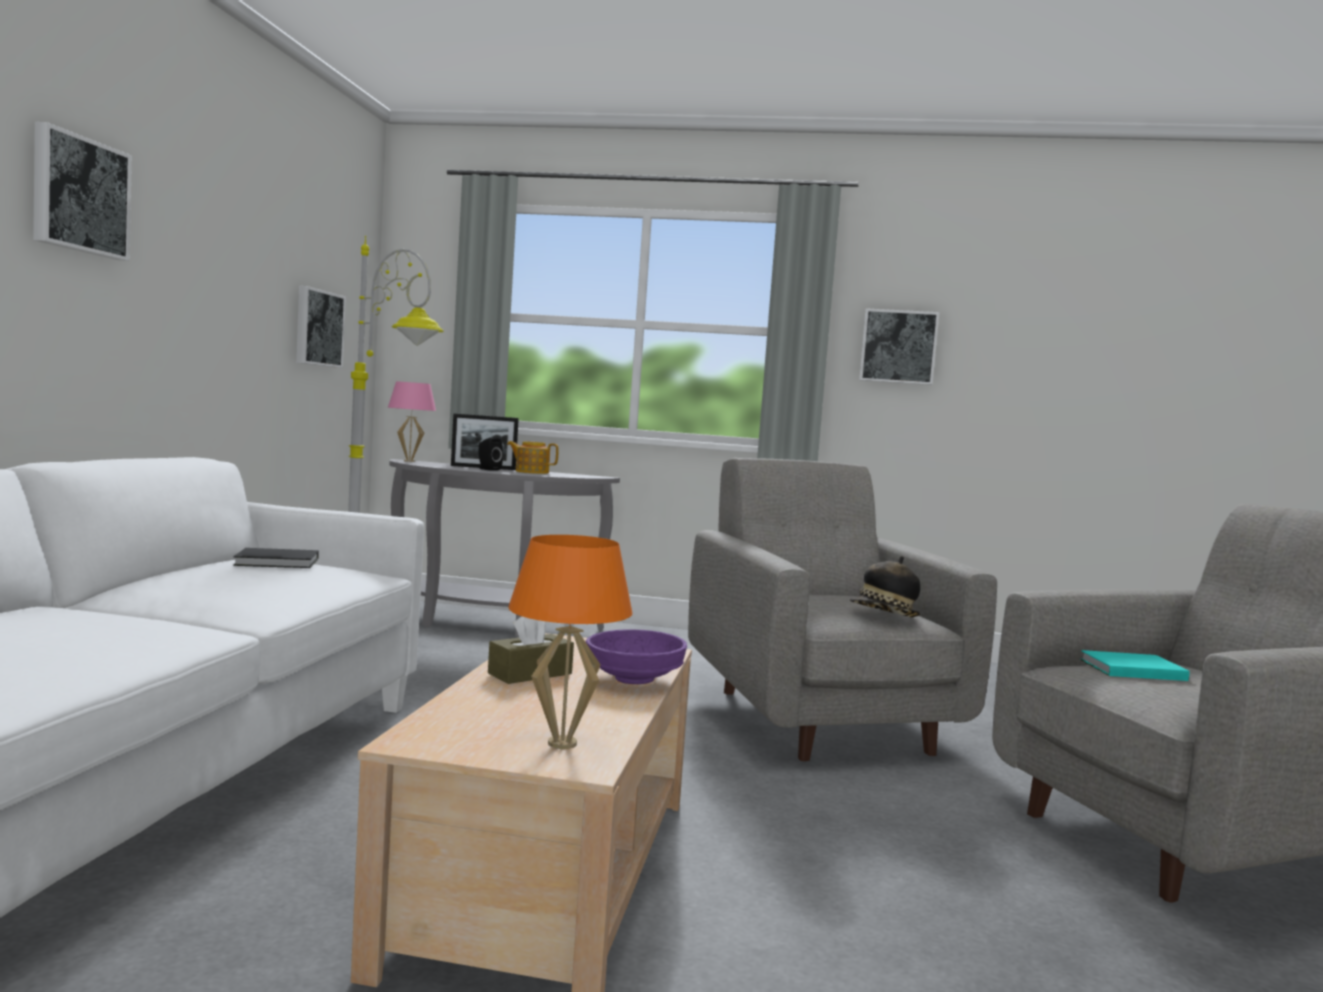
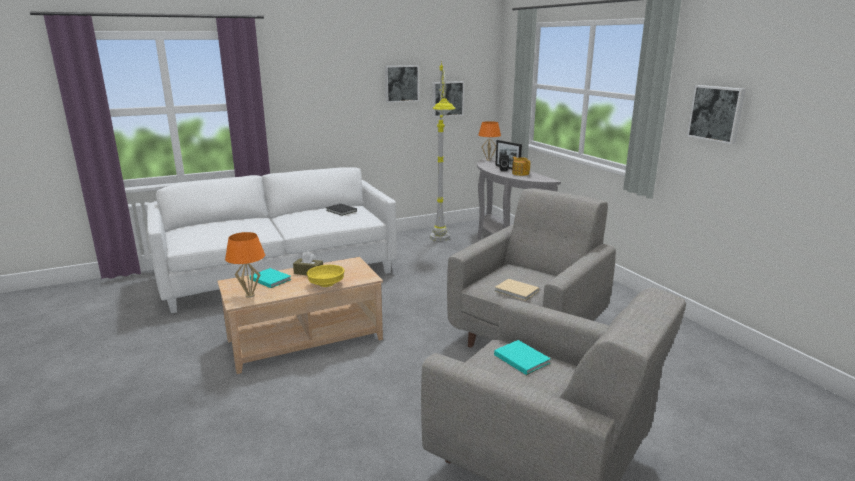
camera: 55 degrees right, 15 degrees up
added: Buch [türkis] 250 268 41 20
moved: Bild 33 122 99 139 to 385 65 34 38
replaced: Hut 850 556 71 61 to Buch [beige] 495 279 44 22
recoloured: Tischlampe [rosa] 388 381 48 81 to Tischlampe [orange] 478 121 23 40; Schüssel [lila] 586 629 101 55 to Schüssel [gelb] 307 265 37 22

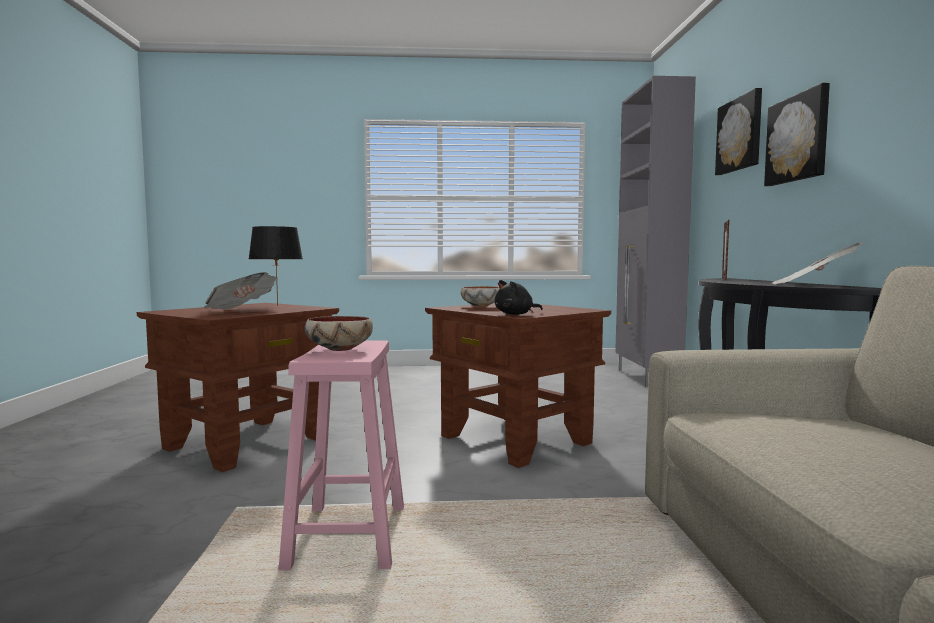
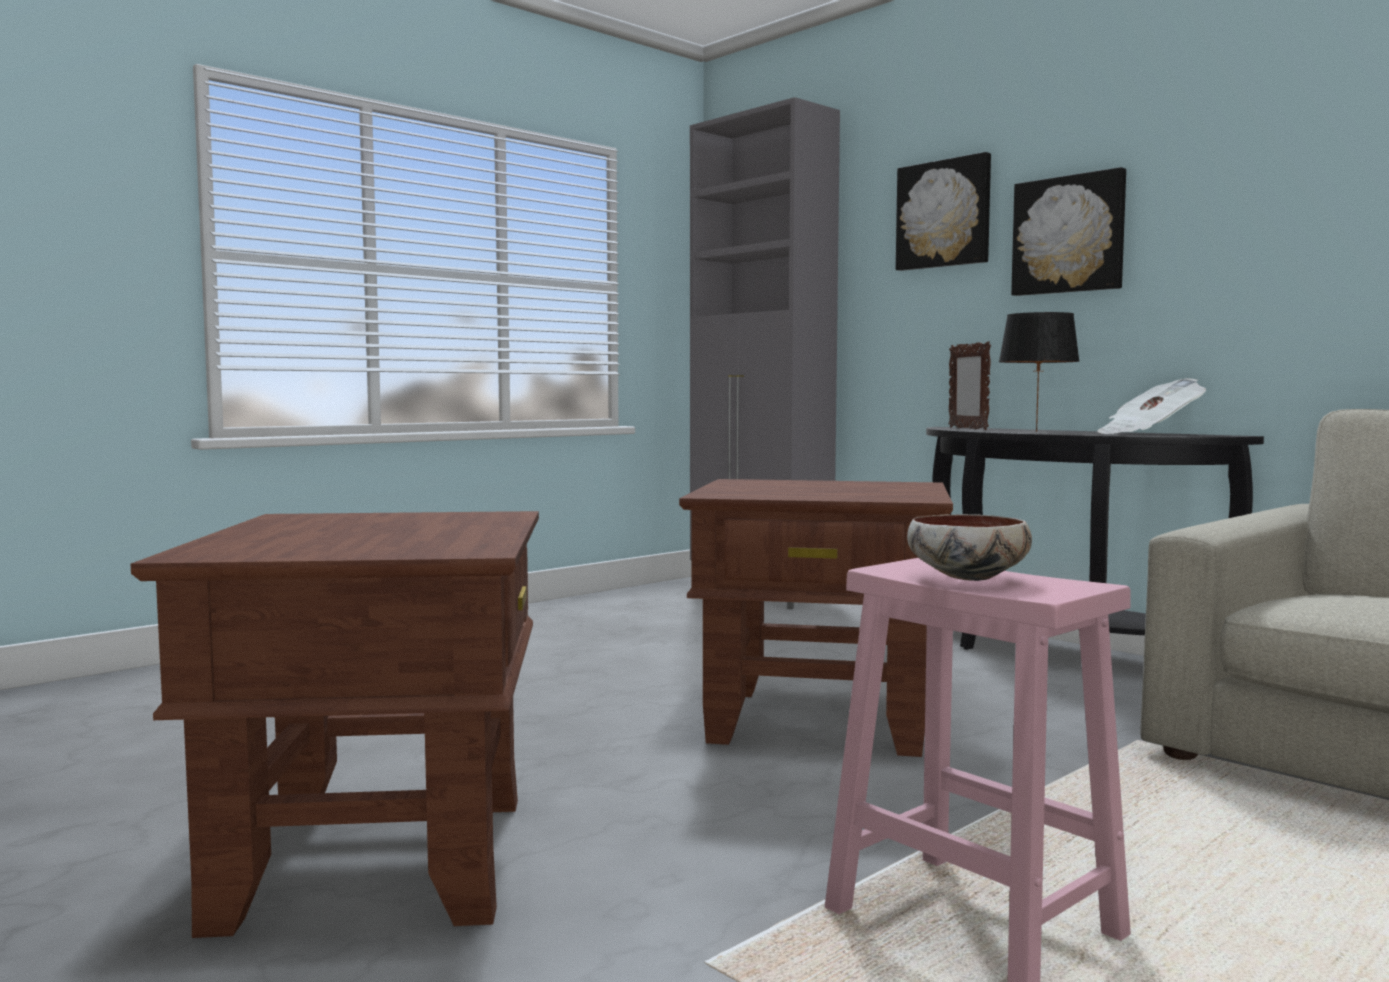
camera: 40 degrees left, 0 degrees up
removed: Zeitung 203 272 73 38; Plüschtier [schwarz] 494 280 49 35; Schüssel 461 286 39 21
moved: Tischlampe [schwarz] 249 226 54 80 to 999 312 81 120

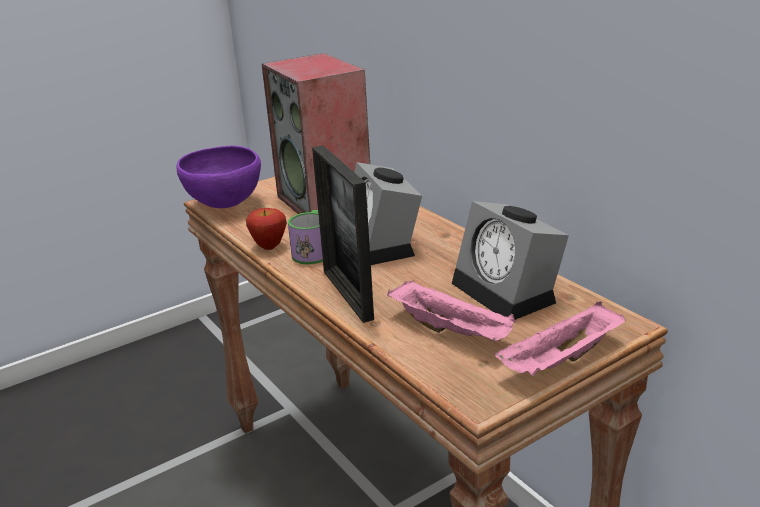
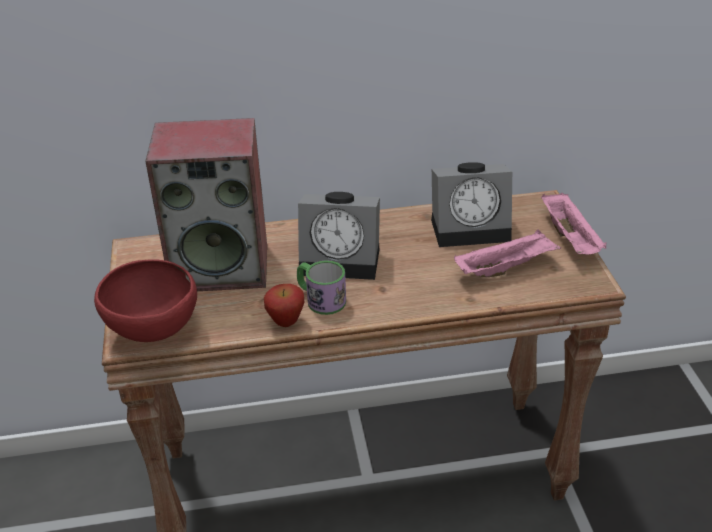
camera: 65 degrees left, 10 degrees up
removed: Bilderrahmen 312 145 62 178
recoloured: Schüssel [lila] 176 146 85 62 to Schüssel [rot] 94 259 103 83

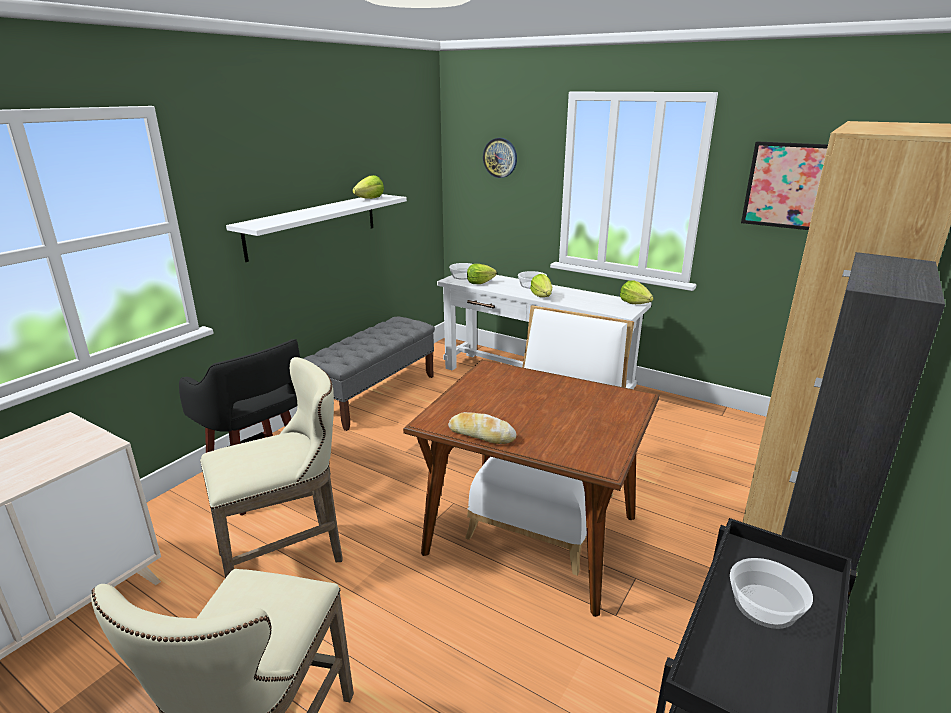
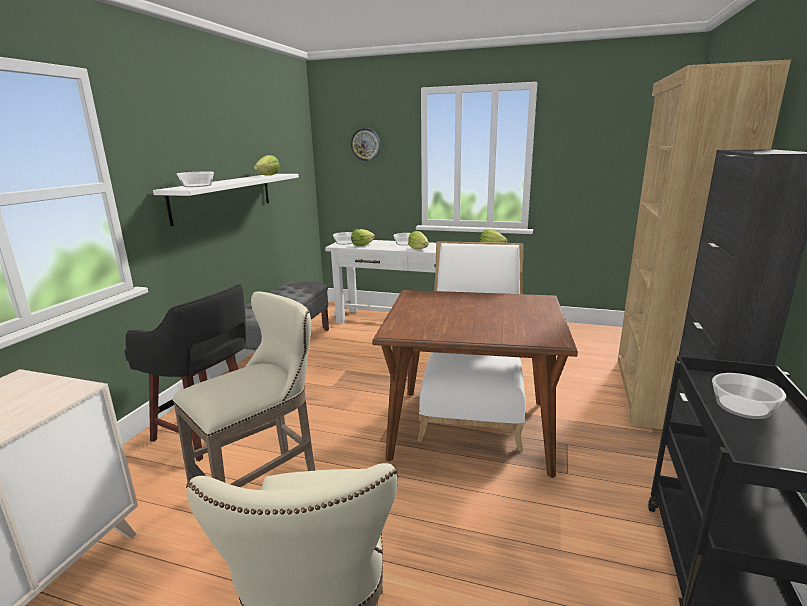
camera: 15 degrees left, 5 degrees down
removed: Bild 741 141 87 89; Brot 448 412 69 32
added: Schüssel 177 171 37 16

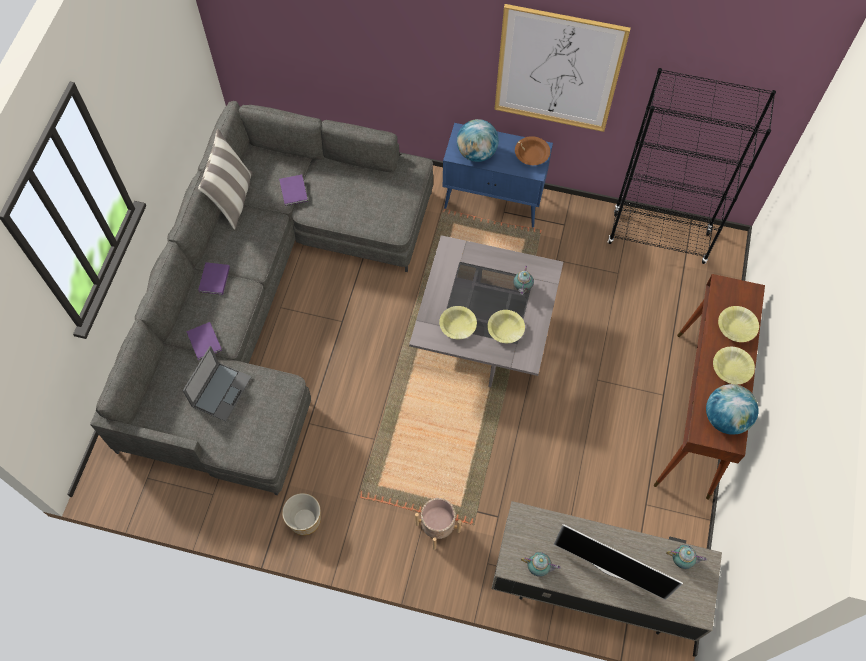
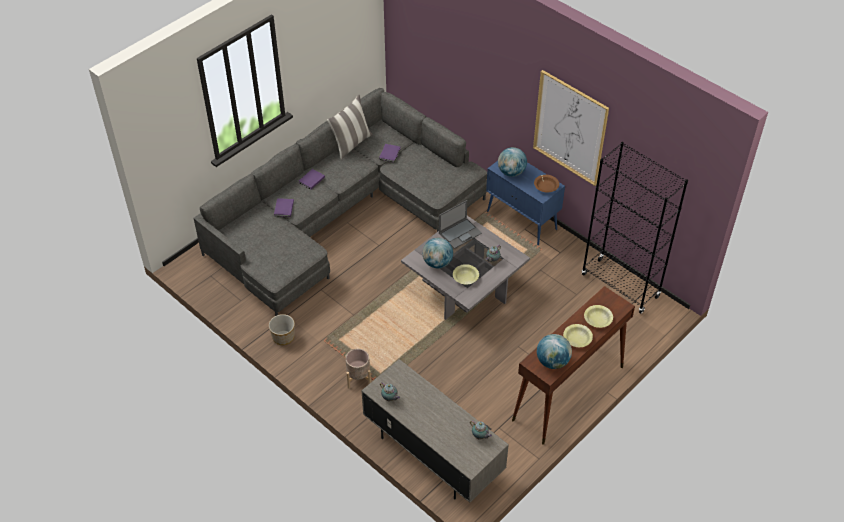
camera: 30 degrees right, 15 degrees down
removed: Fernseher 554 524 129 76
moved: Laptop 183 346 68 75 to 439 200 43 49
replaced: Schüssel [gelb] 439 306 38 33 to Globus 423 238 30 30

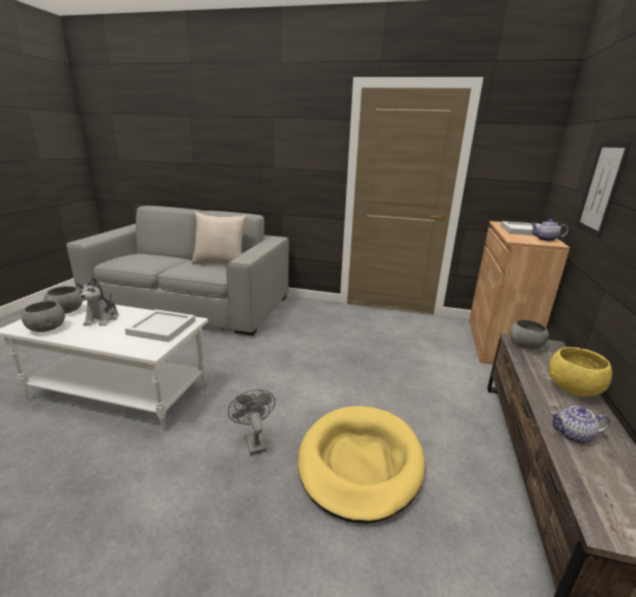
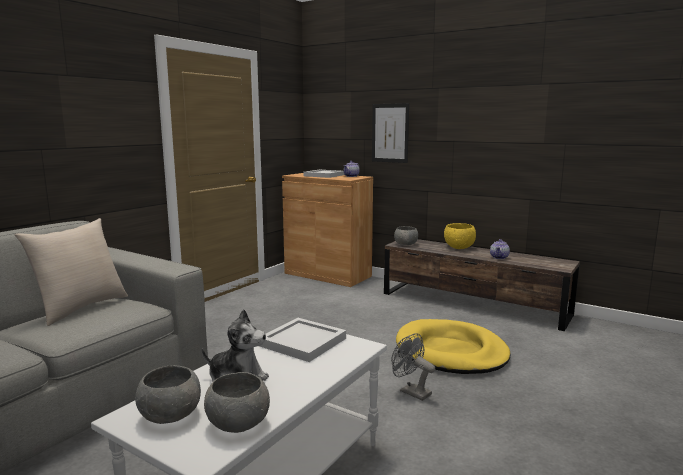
camera: 70 degrees left, 10 degrees down
turned: Ventilator [grau] 228 389 47 66 = 391 333 44 68 45 degrees clockwise

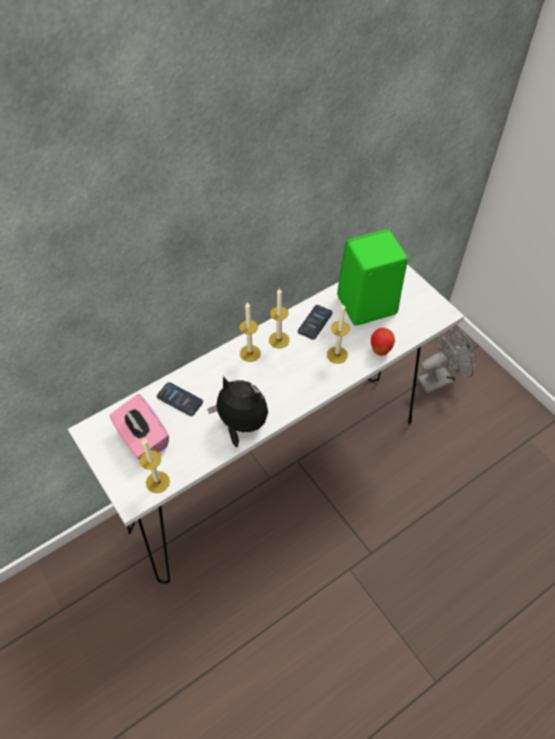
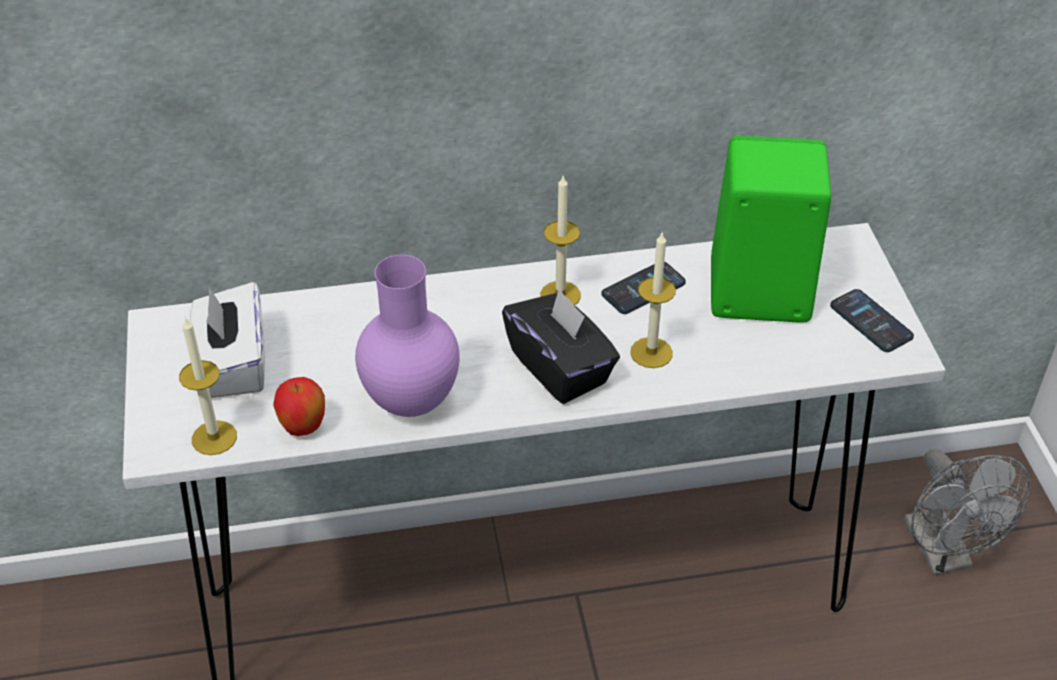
camera: 25 degrees right, 10 degrees down
removed: Kerze 239 302 22 60
added: Taschentuchbox [schwarz] 502 287 118 117
moved: Apfel 371 328 24 28 to 273 377 52 59; Handy 157 382 46 34 to 830 289 84 63
replaced: Plüschtier 207 376 61 71 to Vase [lila] 355 255 105 162
recoloured: Taschentuchbox [rosa] 110 394 59 66 to Taschentuchbox [weiß] 189 282 76 116
turned: Ventilator [grau] 417 327 59 67 = 904 448 127 128 75 degrees clockwise

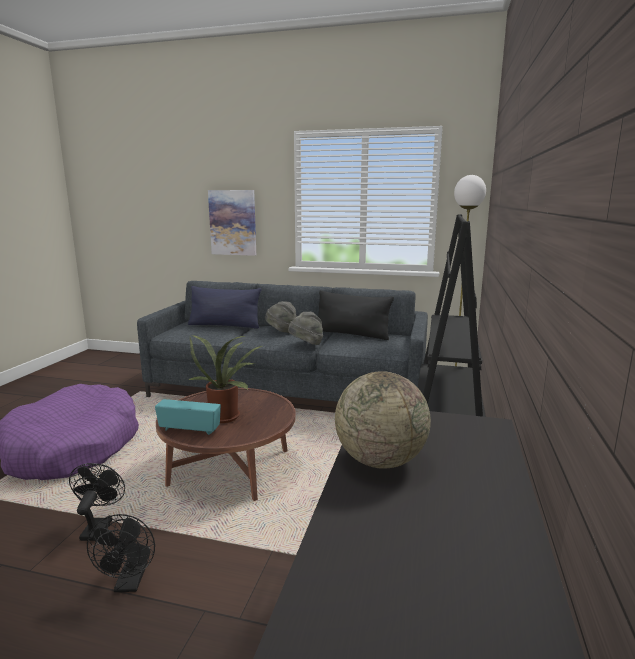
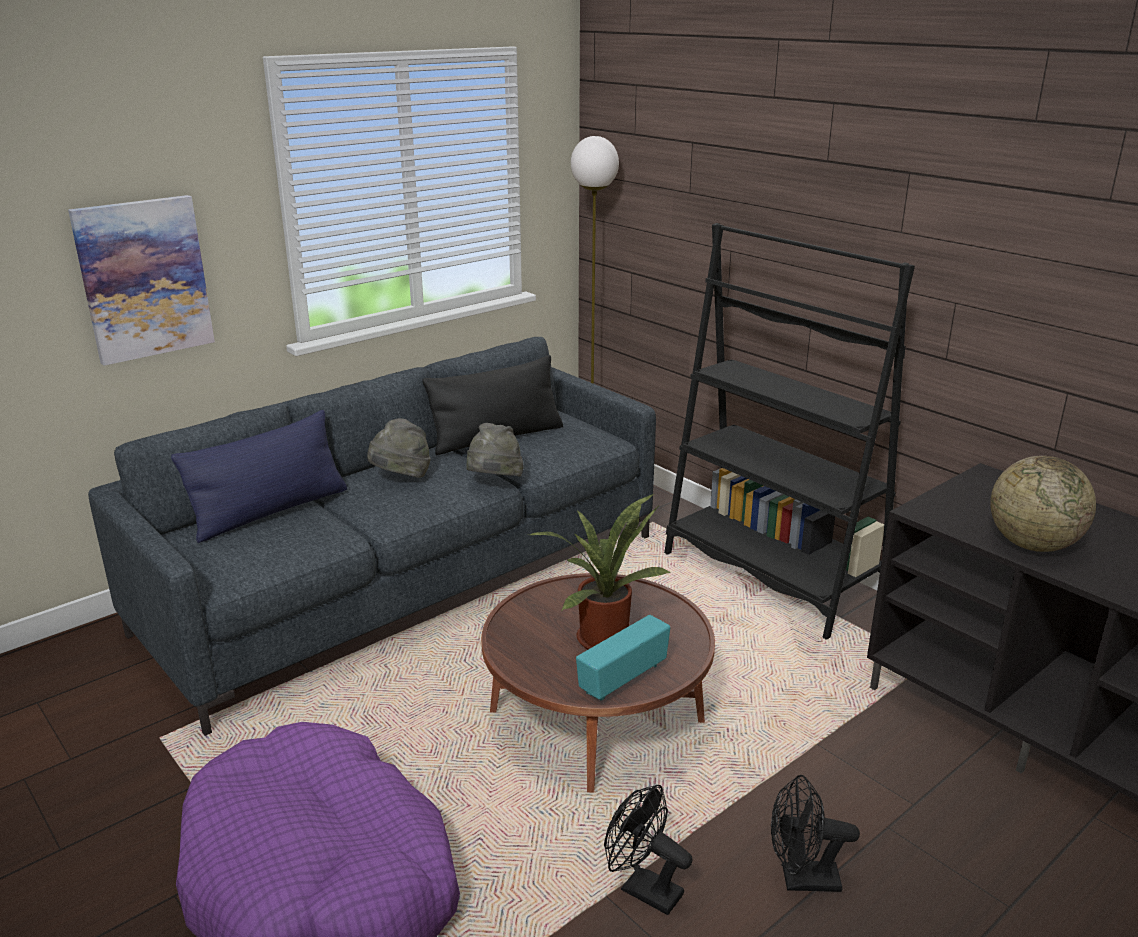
camera: 55 degrees left, 10 degrees up
turned: Ventilator [schwarz] 87 514 68 78 = 771 775 89 117 150 degrees clockwise

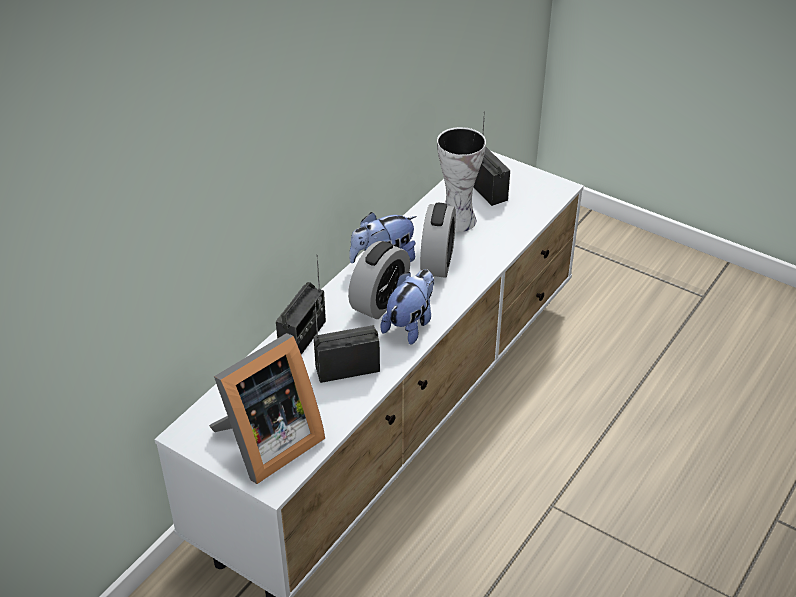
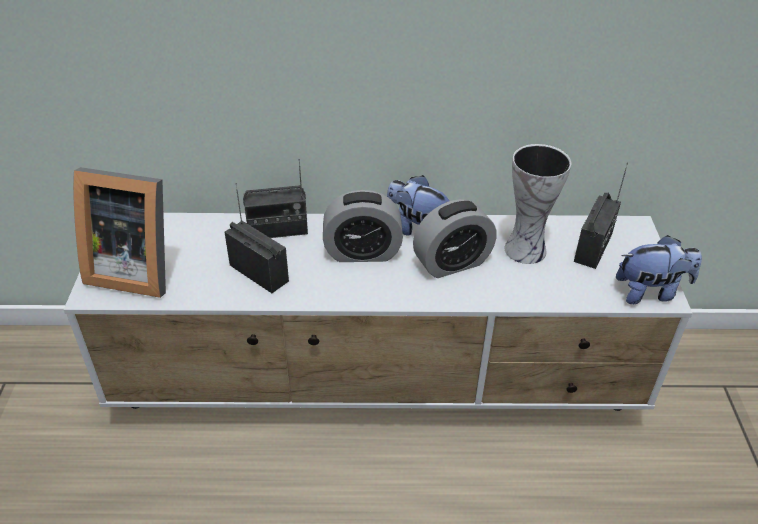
camera: 55 degrees right, 0 degrees up
moved: Plüschtier 380 269 54 76 to 616 235 86 69

